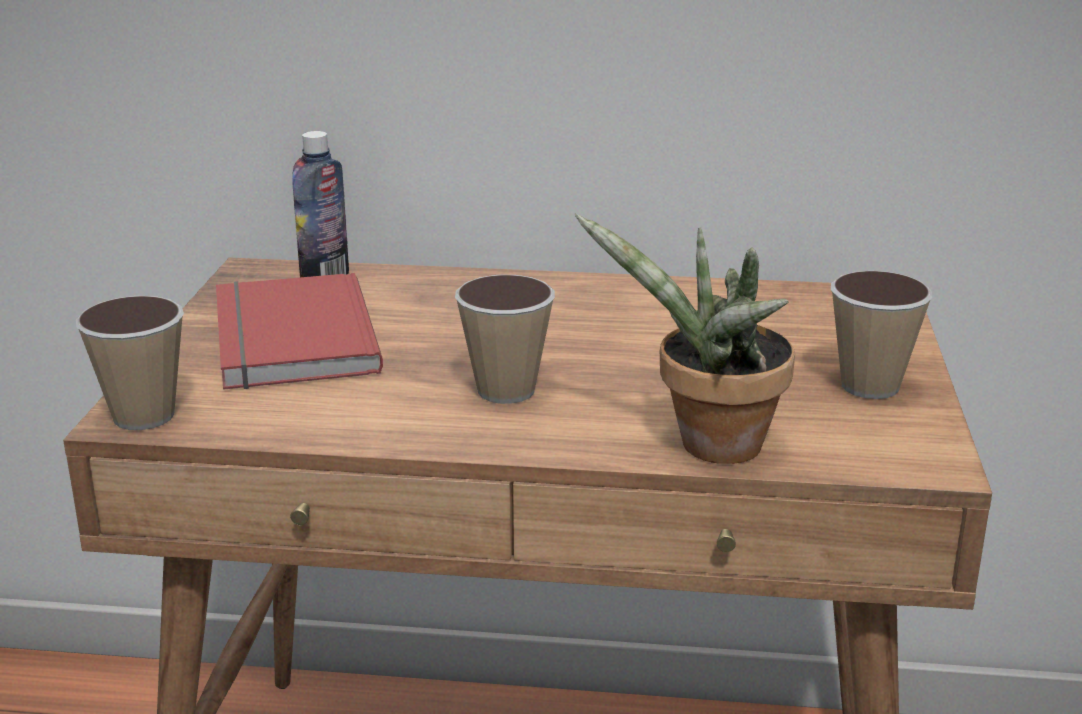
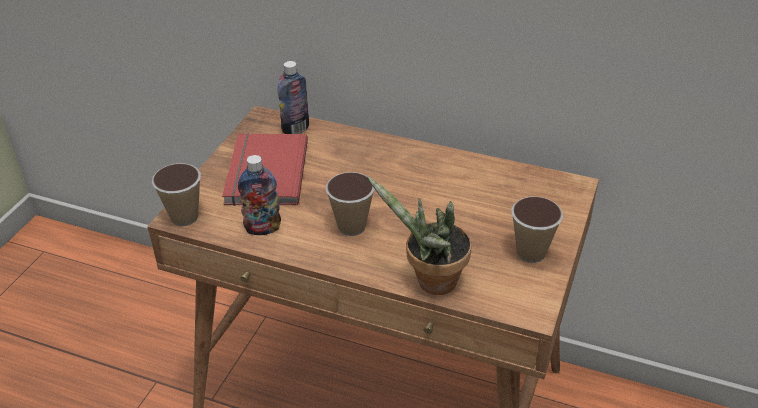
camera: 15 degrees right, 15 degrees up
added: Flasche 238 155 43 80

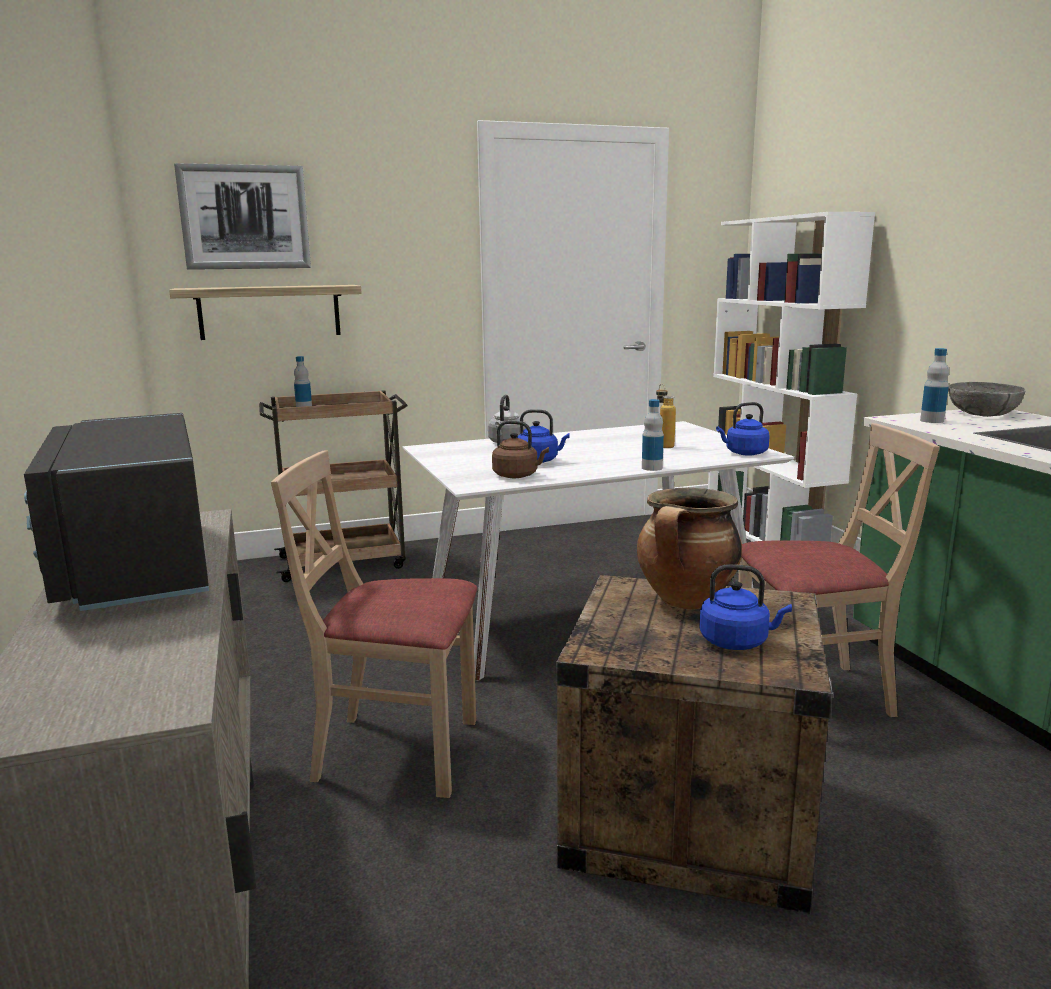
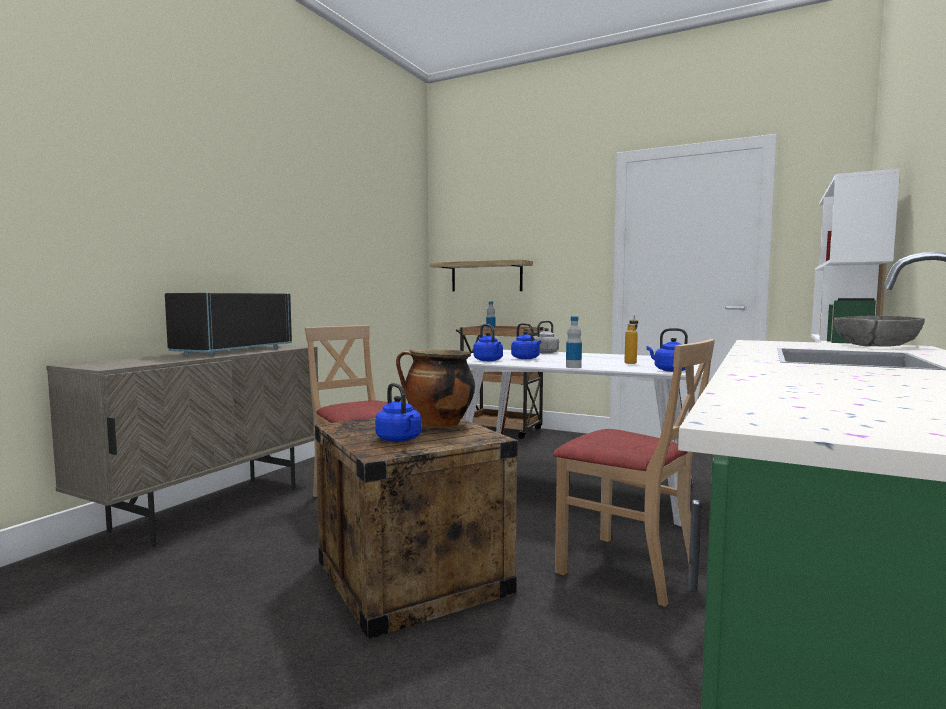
camera: 45 degrees right, 10 degrees down
removed: Bild 174 163 137 107; Flasche 920 348 29 75
recoloured: Wasserkessel [braun] 492 420 57 58 to Wasserkessel [blau] 473 324 30 37

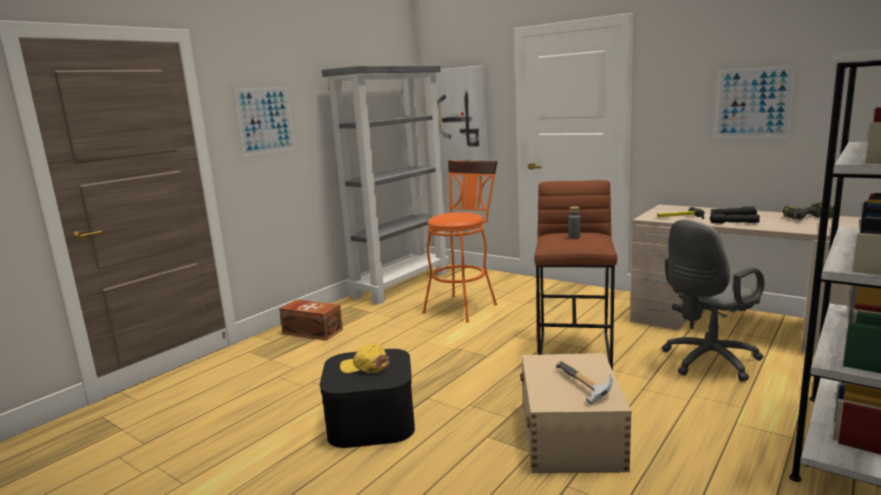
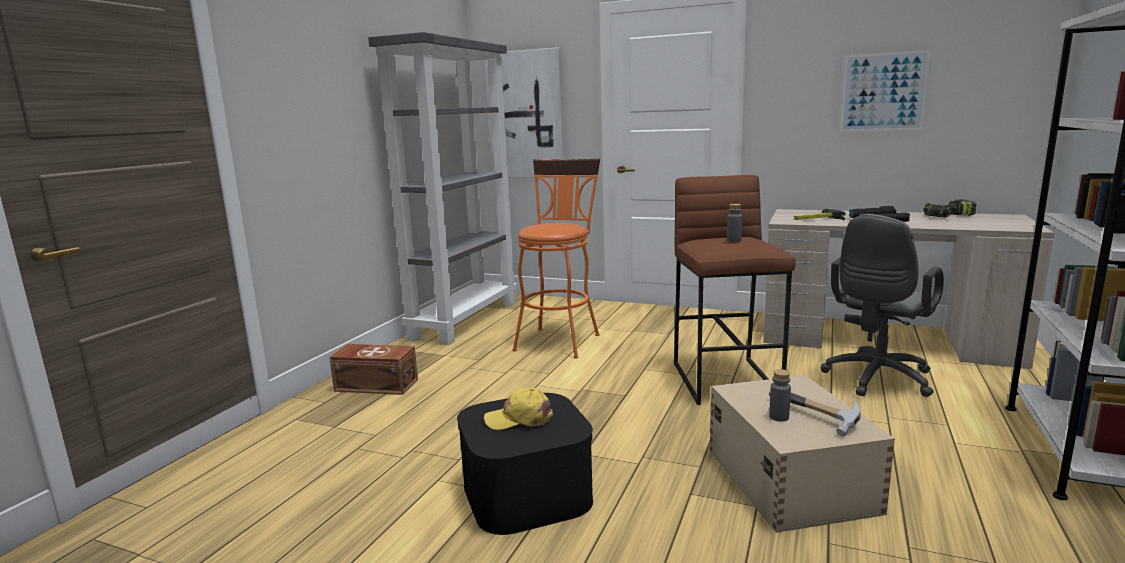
camera: 15 degrees left, 0 degrees up
removed: Bild 233 87 62 69
added: Flasche [grau] 769 369 22 53

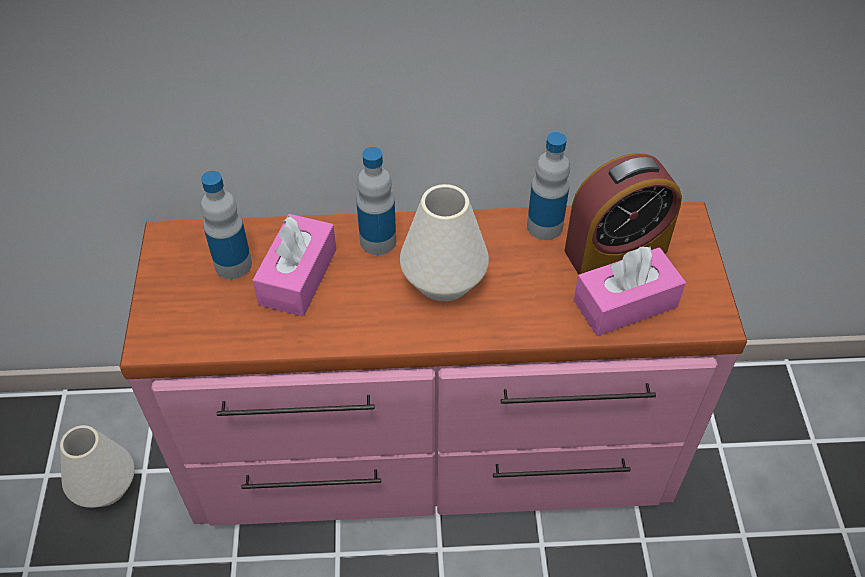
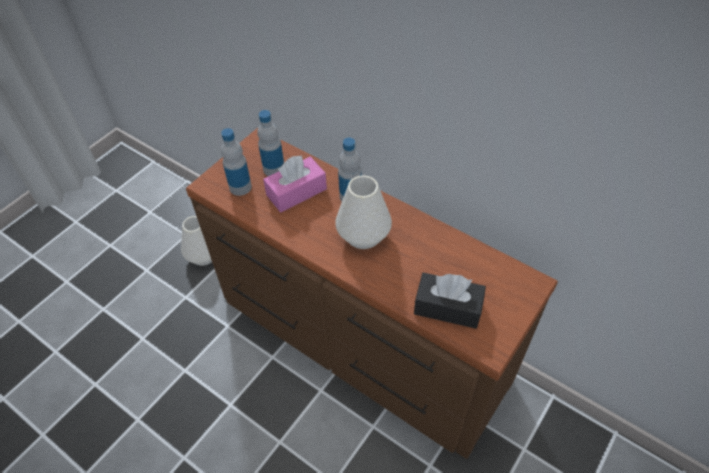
camera: 40 degrees right, 0 degrees up
removed: Wecker 564 153 118 122
moved: Flasche 527 132 43 108 to 221 128 31 68
recoloured: Kommode [rosa] 120 201 627 325 to Kommode [braun] 186 128 372 331; Taschentuchbox [rosa] 574 245 112 91 to Taschentuchbox [schwarz] 414 272 72 57

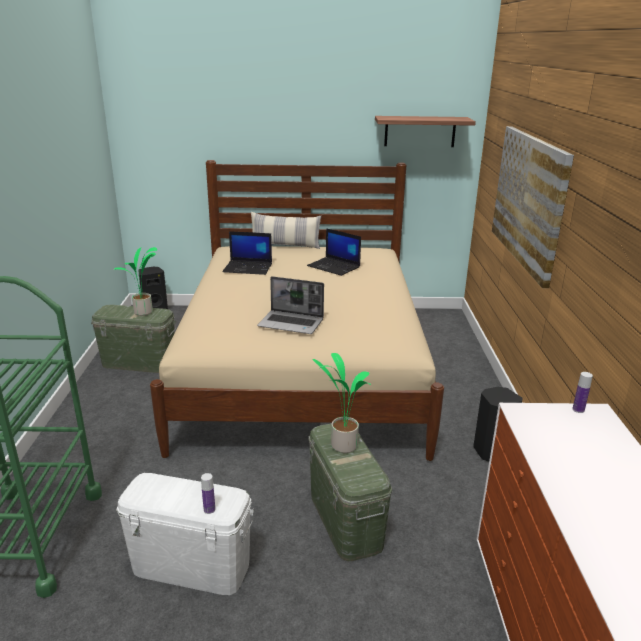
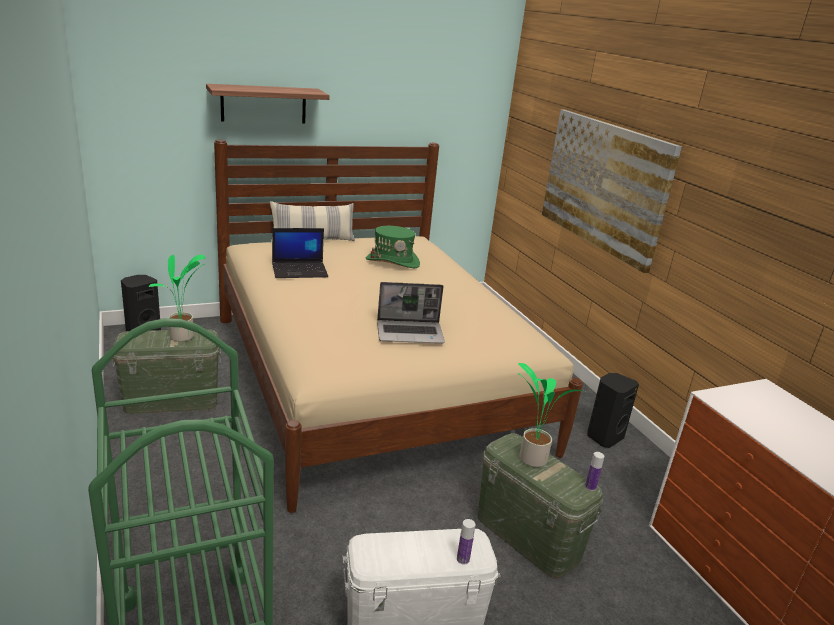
camera: 25 degrees left, 0 degrees up
moved: Wandregal 375 116 101 31 to 206 84 124 39; Flasche 572 372 21 41 to 585 452 19 39
replaced: Laptop 307 228 54 48 to Hut [grün] 366 226 54 42

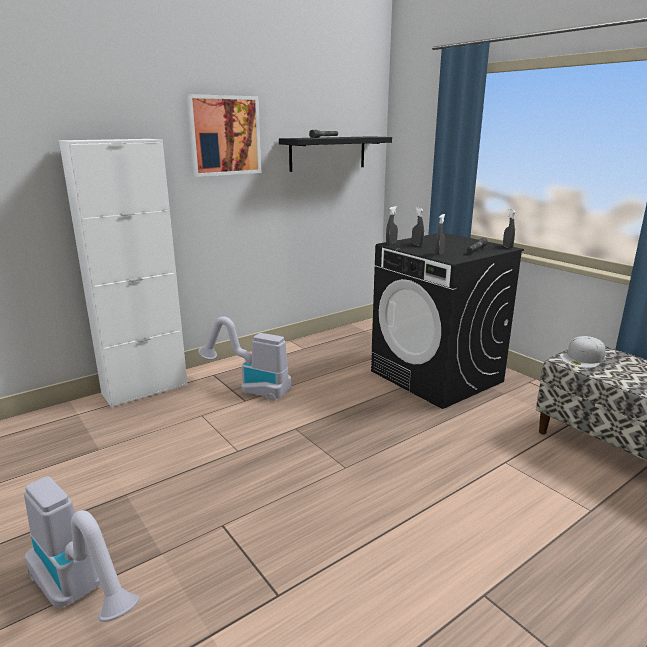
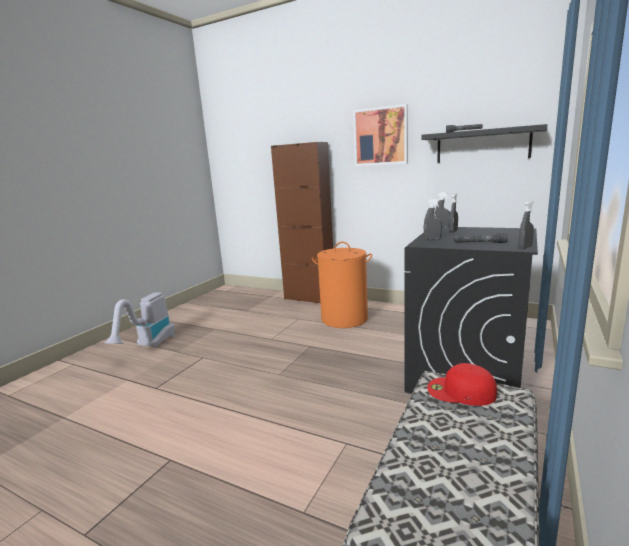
camera: 65 degrees right, 5 degrees down
replaced: Staubsauger 198 316 93 86 to Wäschekorb [orange] 311 242 61 86
recoloured: Schrank [weiß] 59 139 129 269 to Schrank [braun] 271 142 62 161; Kappe [weiß] 561 336 45 32 to Kappe [rot] 427 363 70 43

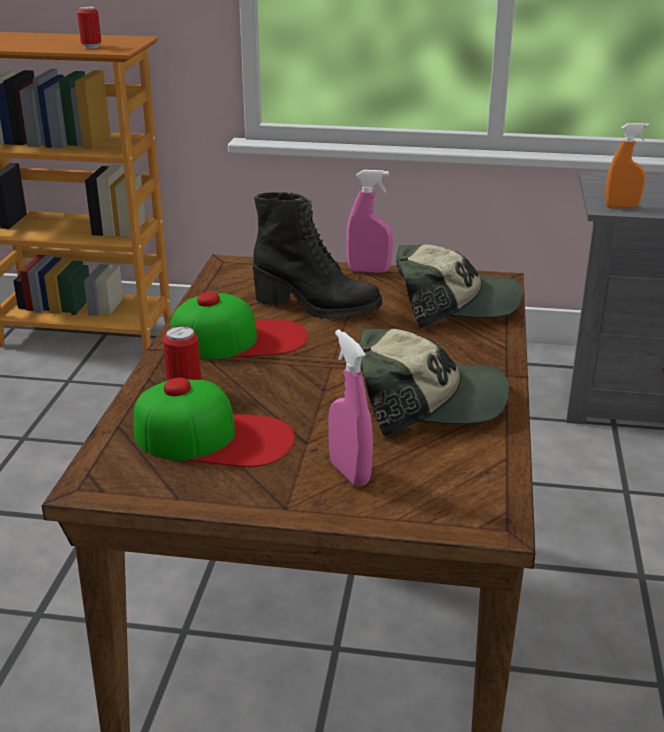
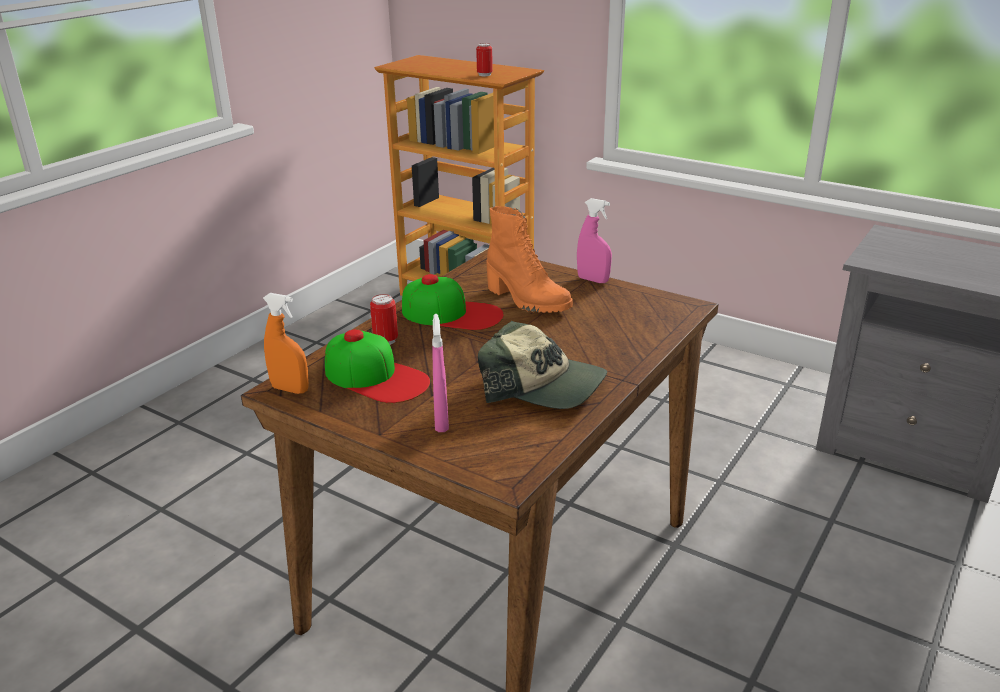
camera: 25 degrees right, 0 degrees up
removed: Kappe 396 244 126 84
moved: Sprühflasche [orange] 605 123 44 85 to 263 293 46 101
recoloured: Stiefel [schwarz] 253 192 129 127 to Stiefel [orange] 486 206 87 107

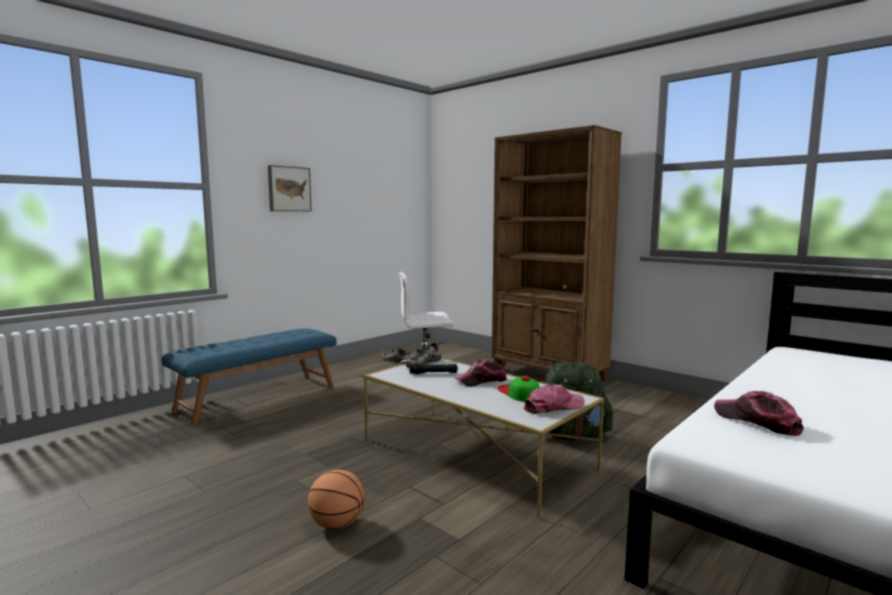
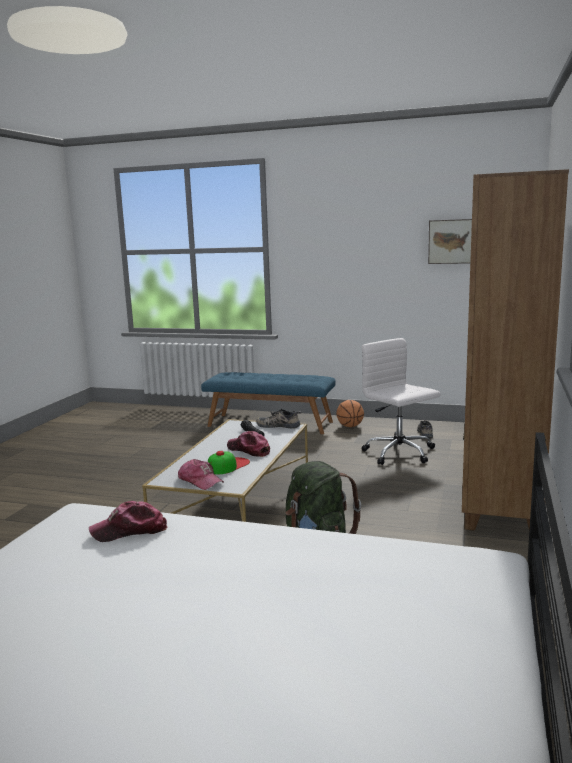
camera: 65 degrees right, 5 degrees up
moved: Bild 268 165 44 46 to 428 219 44 45; Basketball 308 470 57 59 to 336 400 28 27
turned: Kappe 714 391 90 45 = 89 501 78 41 135 degrees counterclockwise

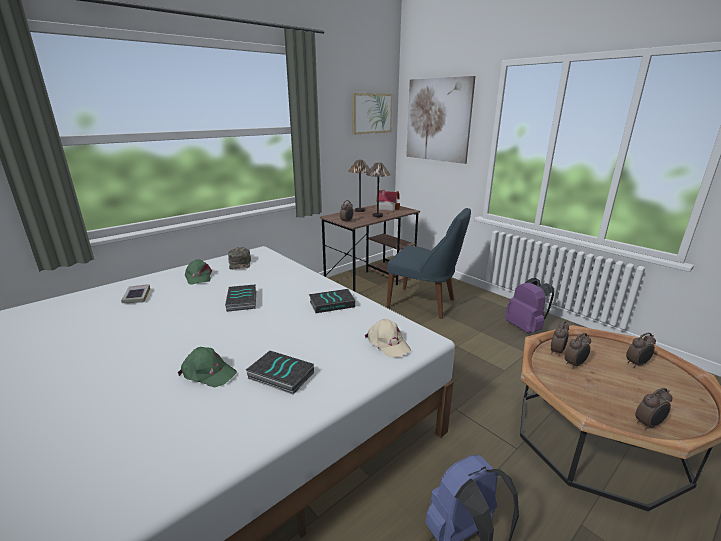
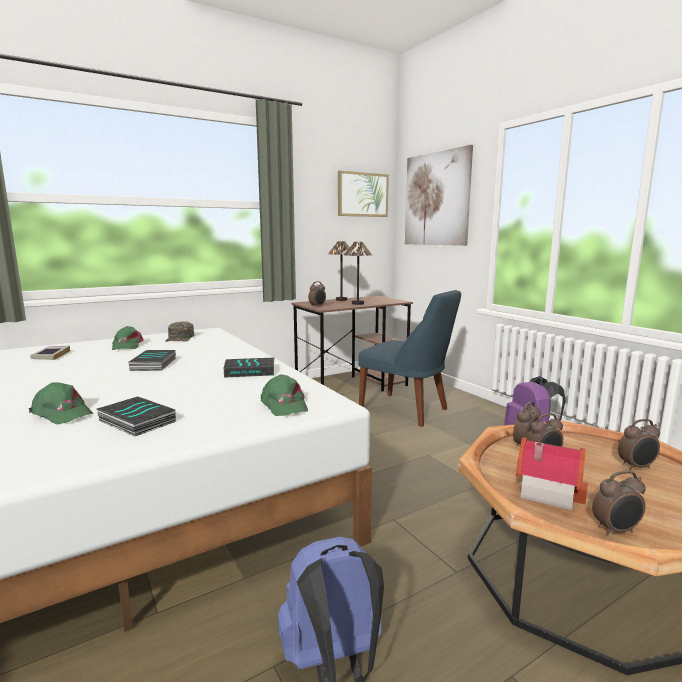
camera: 10 degrees right, 10 degrees down
moved: Spielzeughaus 376 190 24 21 to 516 437 72 74
recoloured: Kappe [beige] 365 319 46 38 to Kappe [grün] 260 374 48 42

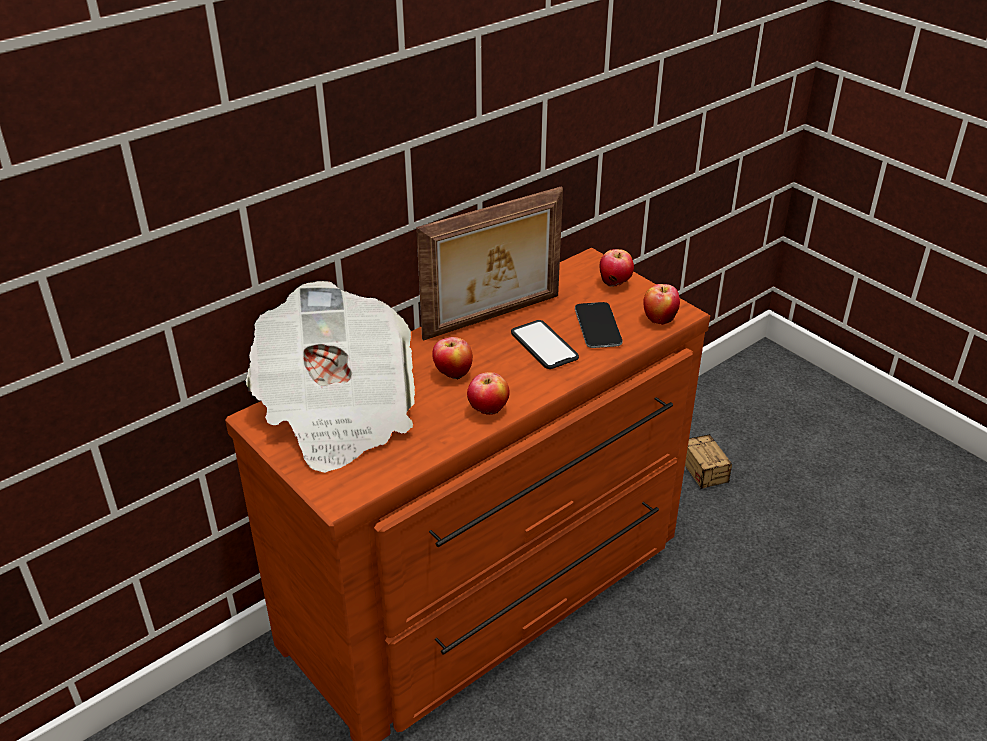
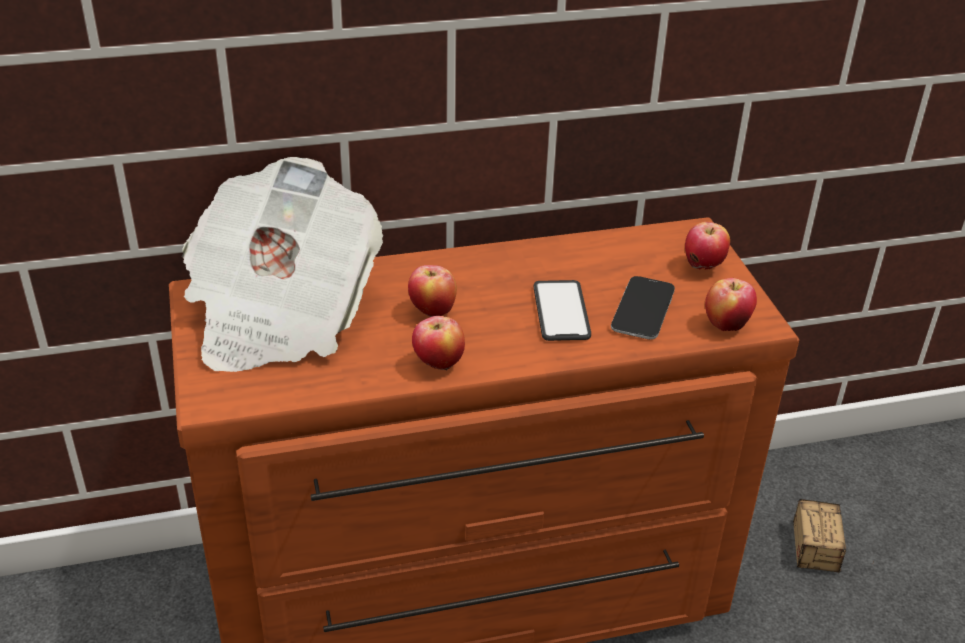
camera: 25 degrees right, 0 degrees up
removed: Bilderrahmen 416 187 147 153

